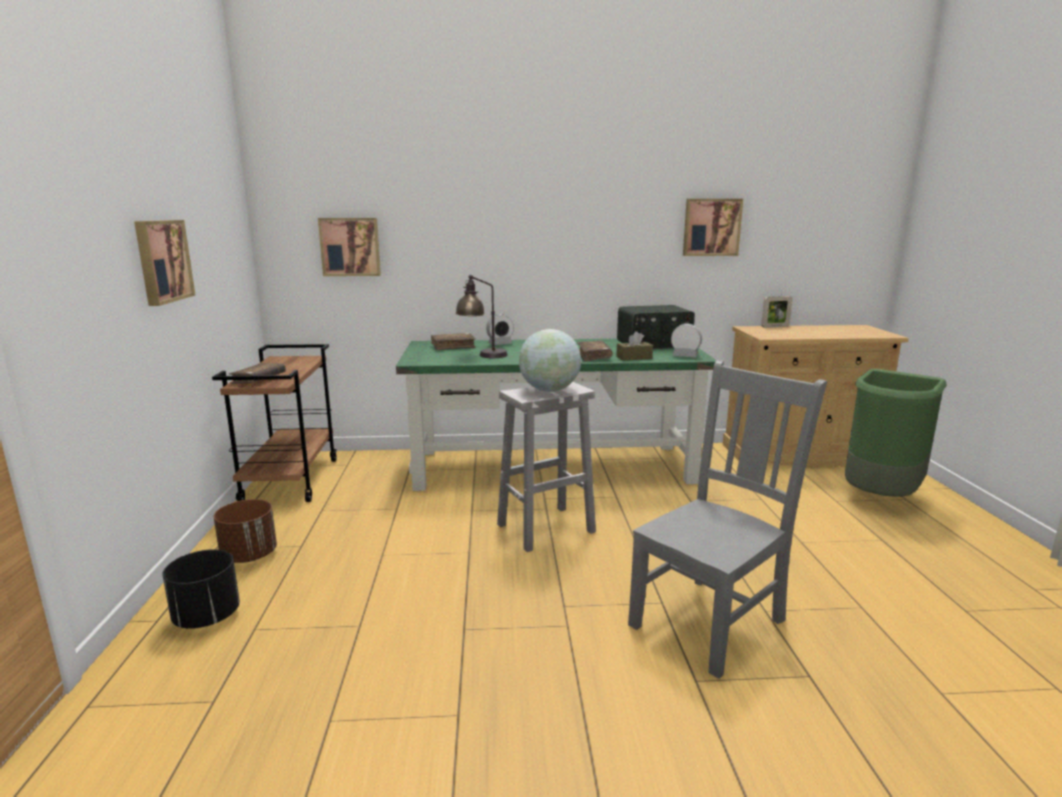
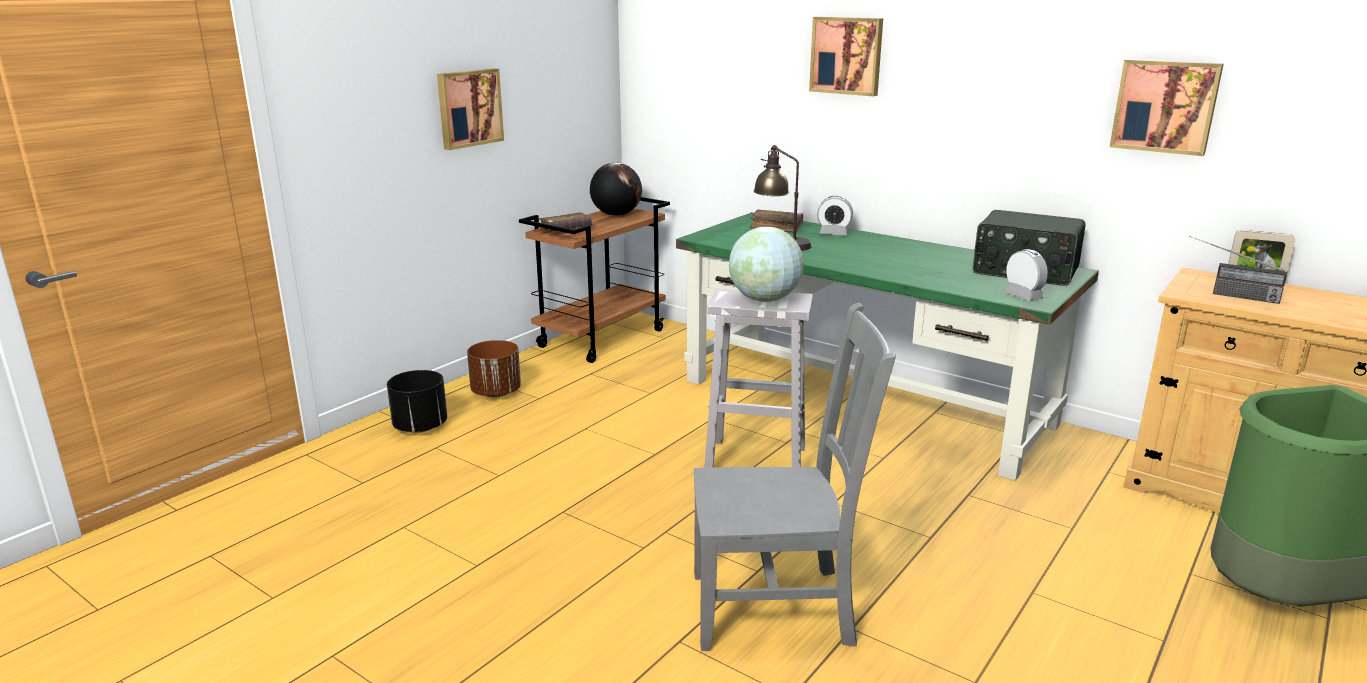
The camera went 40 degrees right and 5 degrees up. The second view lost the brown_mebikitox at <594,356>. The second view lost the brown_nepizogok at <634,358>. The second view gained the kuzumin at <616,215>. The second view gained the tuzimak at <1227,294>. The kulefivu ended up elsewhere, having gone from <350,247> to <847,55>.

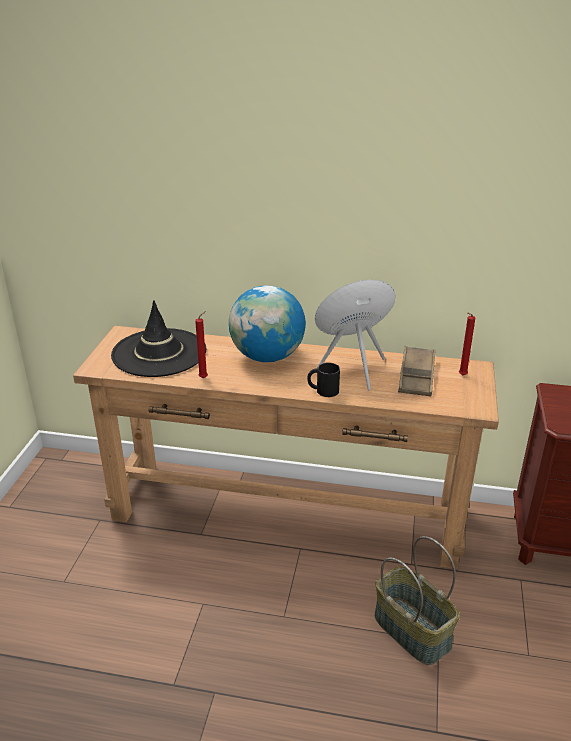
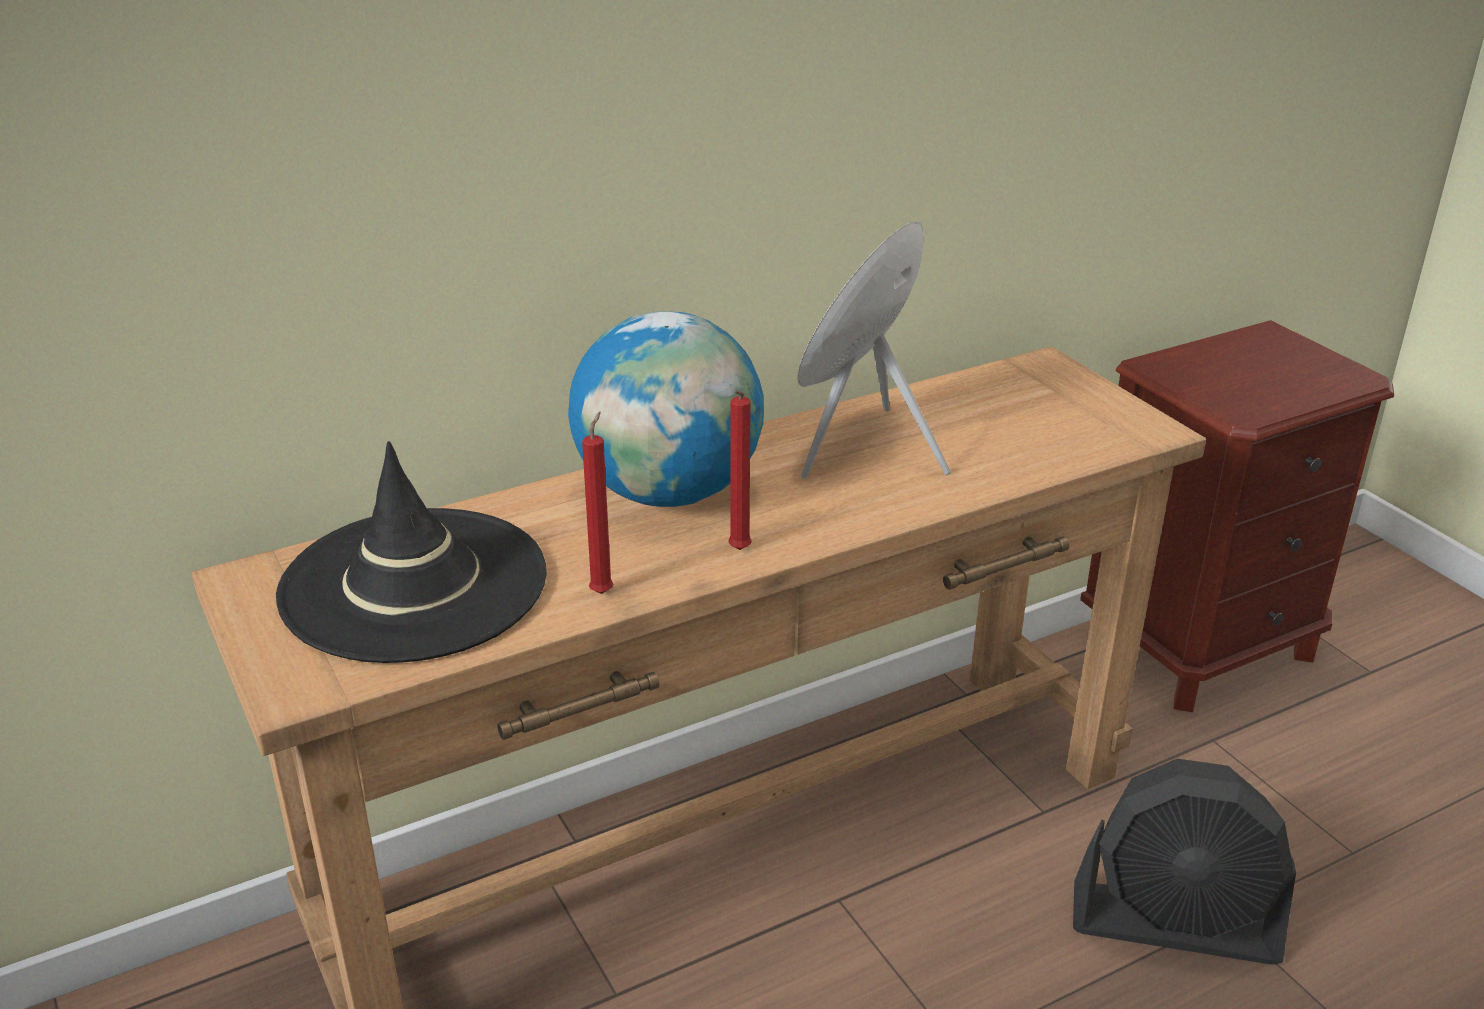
The camera went 40 degrees left and 0 degrees up. The second view lost the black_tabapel at <323,390>. The second view lost the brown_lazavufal at <416,376>. The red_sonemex ended up elsewhere, having gone from <461,375> to <738,552>. Where the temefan stood at <413,631>, the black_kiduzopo came to stand at <1175,925>.

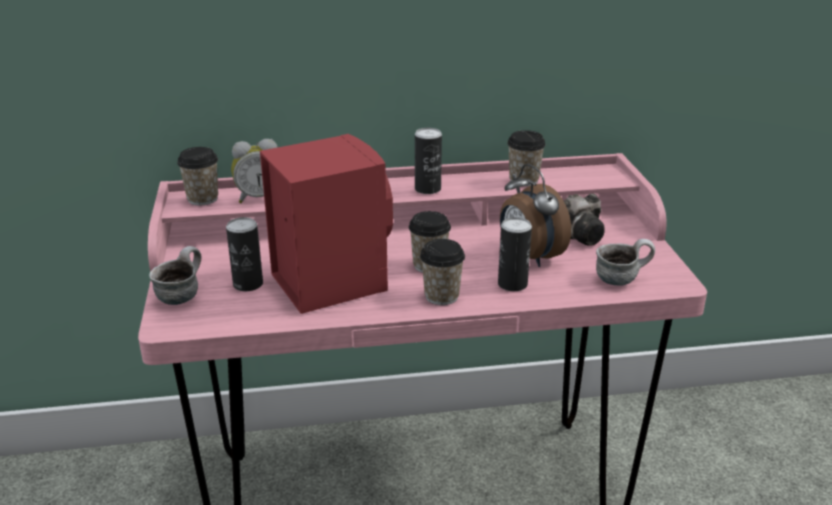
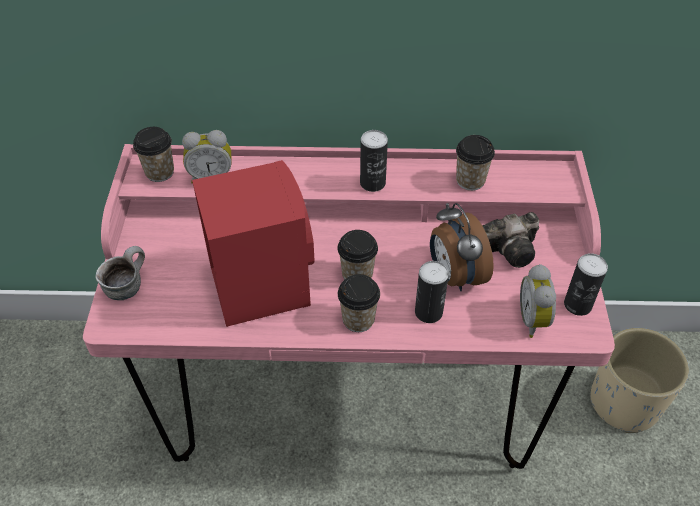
The camera went 10 degrees right and 20 degrees up. The second view gained the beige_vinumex at <623,403>. The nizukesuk ended up elsewhere, having gone from <248,284> to <577,305>. Where the tabapel stood at <621,279>, the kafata came to stand at <534,320>.

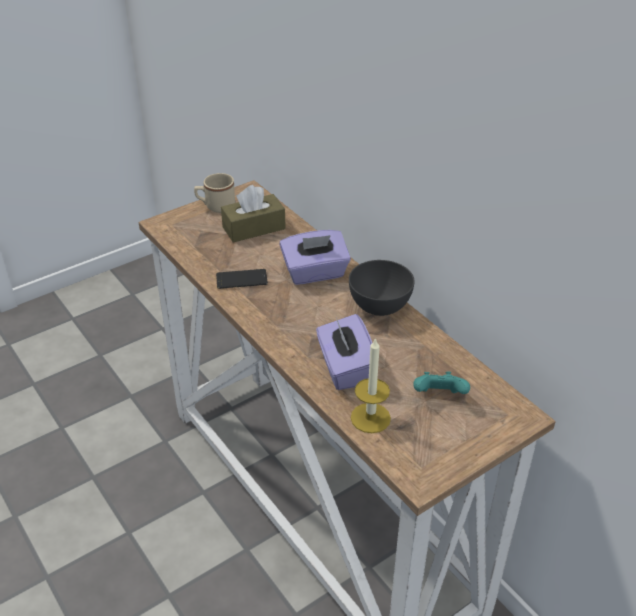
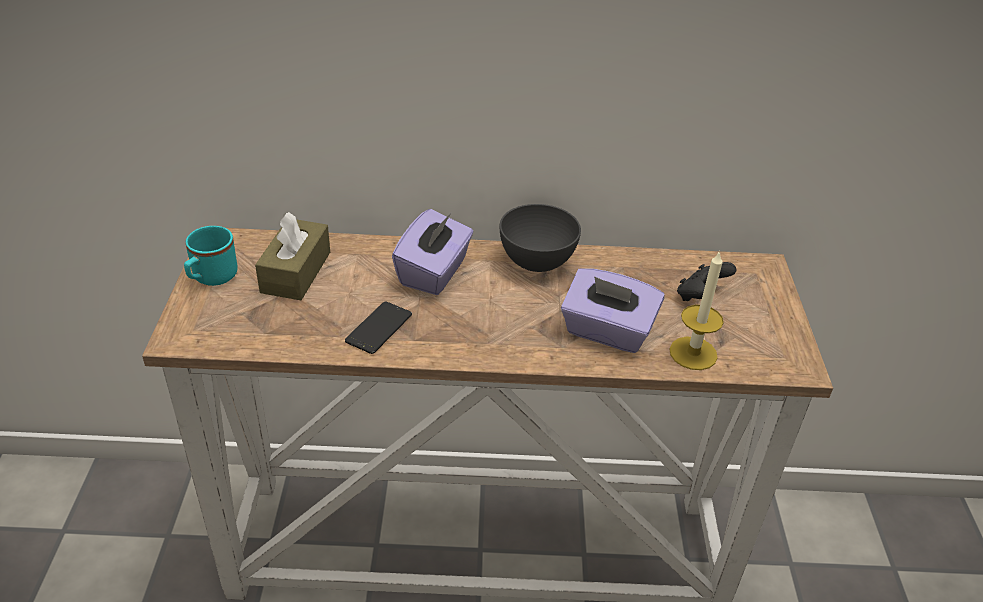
The camera went 55 degrees left and 0 degrees up. What was the beige_tabapel at <216,206> turned into the turquoise_tabapel at <211,278>. What was the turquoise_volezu at <439,396> turned into the black_volezu at <700,296>.

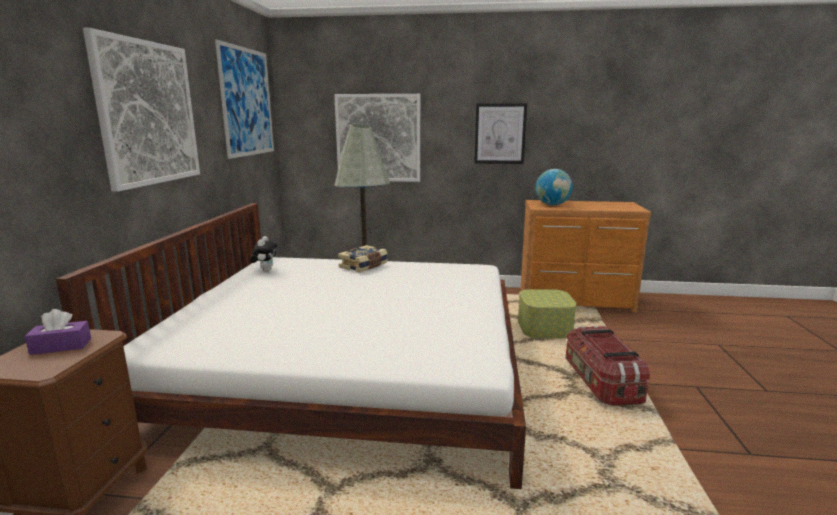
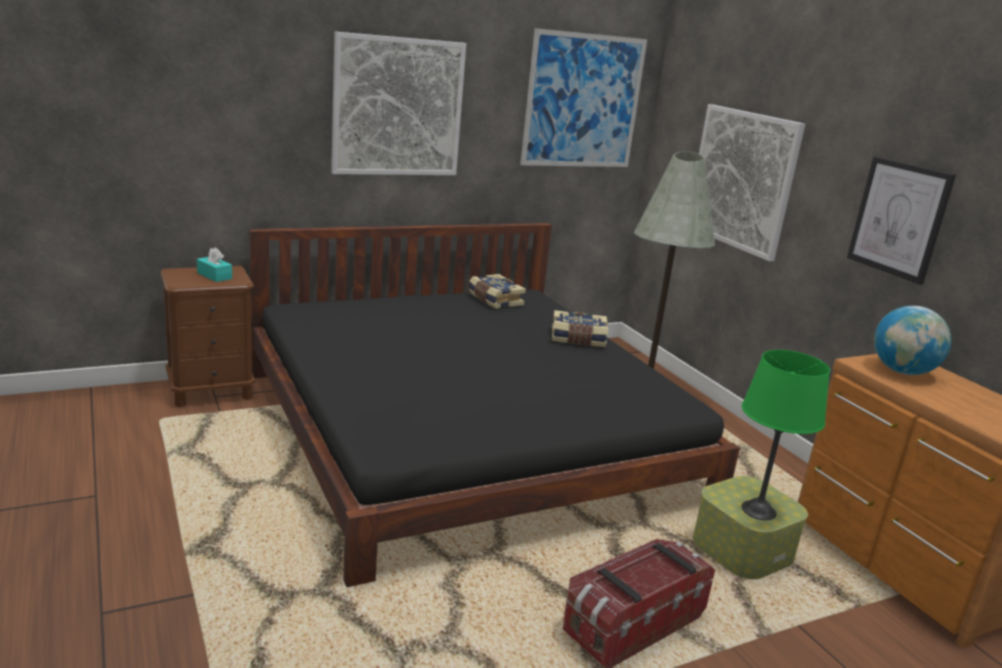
The camera went 55 degrees right and 5 degrees up. The second view gained the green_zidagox at <758,510>. Where the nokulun stood at <265,270>, the mebikitox came to stand at <494,300>. What was the purple_nepizogok at <61,346> turned into the turquoise_nepizogok at <214,276>. What was the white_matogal at <348,368> turned into the black_matogal at <465,433>.

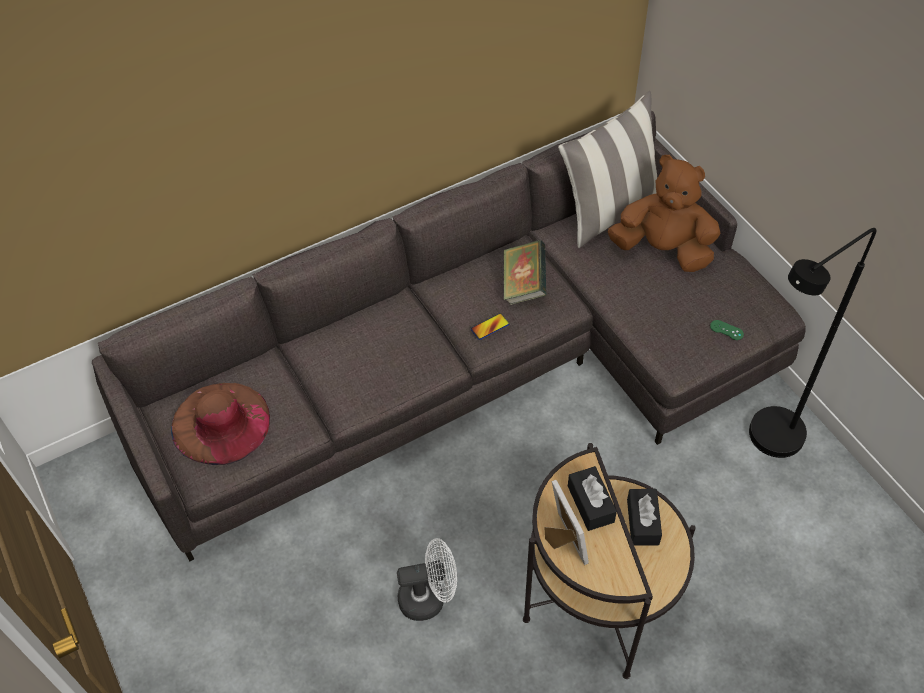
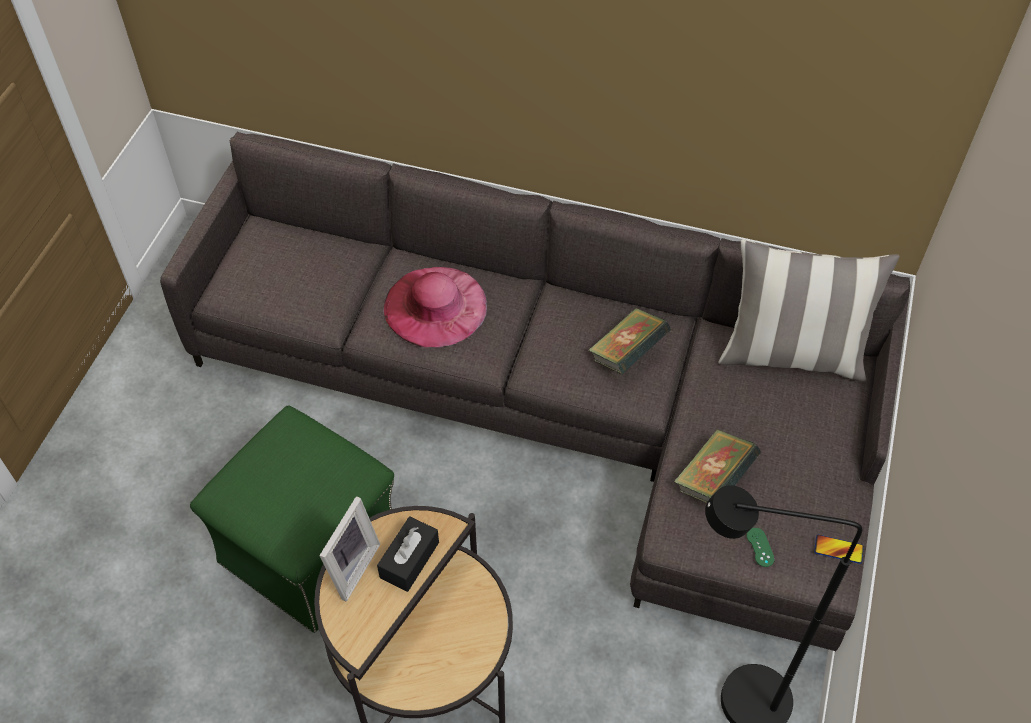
The camera went 45 degrees right and 0 degrees up. The second view lost the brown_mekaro at <221,423>. The second view lost the brown_nokulun at <663,249>. The second view lost the black_nepizogok at <642,522>. The second view gained the pink_mekaro at <435,306>. The second view gained the mebikitox at <713,480>. The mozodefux ended up elsewhere, having gone from <490,327> to <838,549>. Where the white_kiduzopo stood at <429,597>, the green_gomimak came to stand at <311,547>.

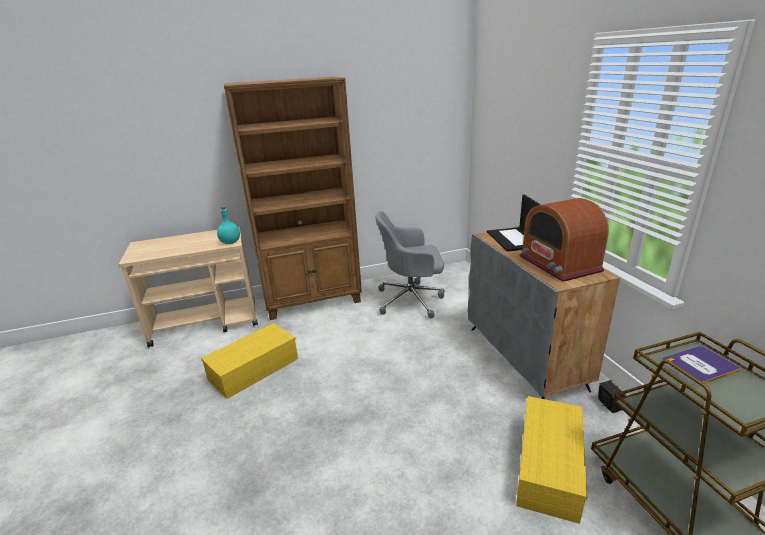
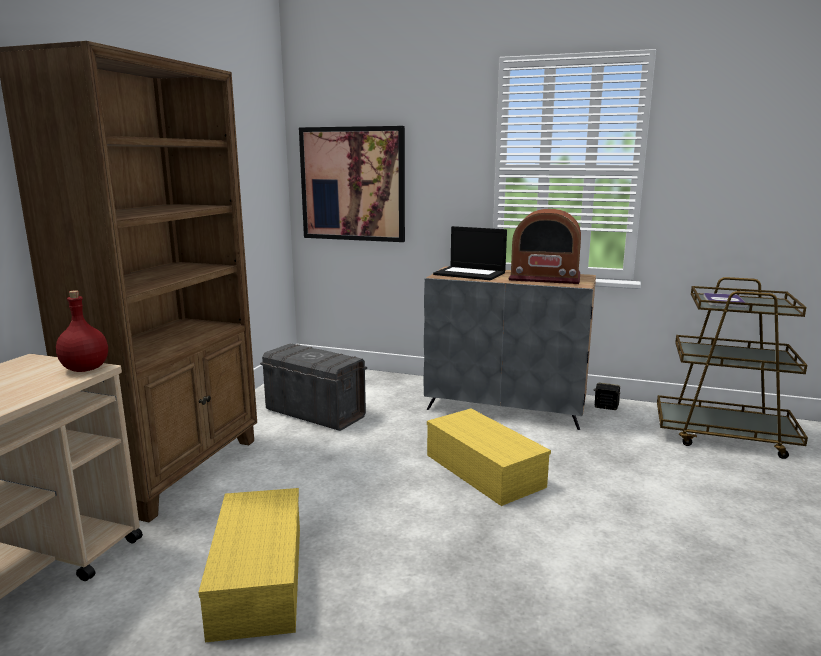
The camera went 55 degrees left and 10 degrees down. The second view gained the kulefivu at <352,184>. The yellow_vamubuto ended up elsewhere, having gone from <547,464> to <481,470>. Where the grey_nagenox stood at <412,300>, the grey_vamubuto came to stand at <315,413>. What was the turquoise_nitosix at <230,242> turned into the red_nitosix at <85,369>.

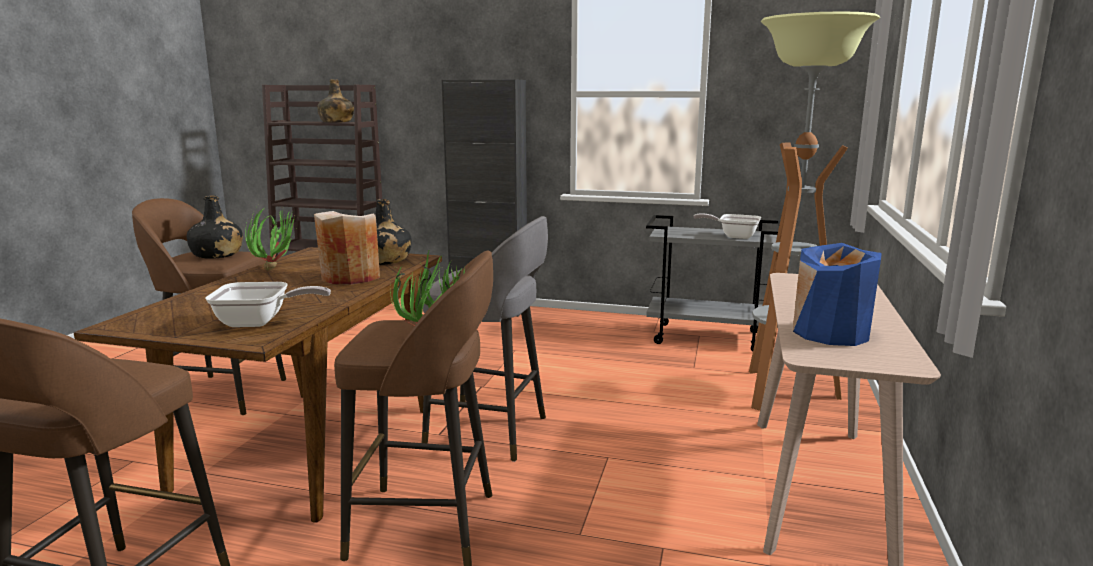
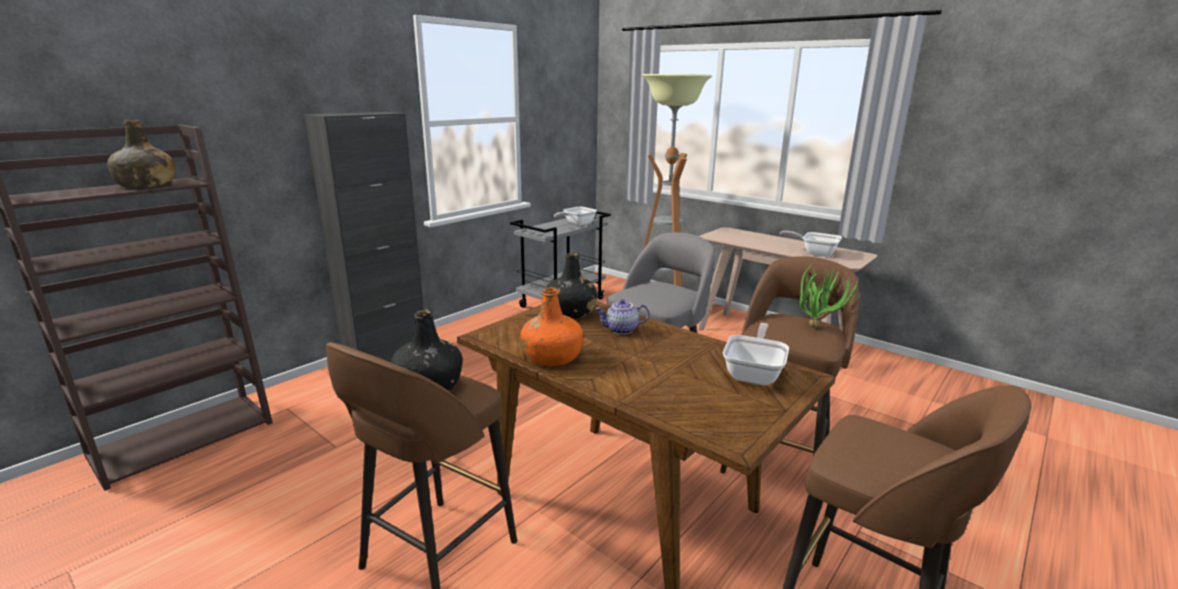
The camera went 65 degrees left and 5 degrees up. Where the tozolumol stood at <277,268>, the orange_nitosix came to stand at <552,357>. Where the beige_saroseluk stood at <350,277>, the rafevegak came to stand at <621,330>. Where the blue_saroseluk stood at <830,332>, the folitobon came to stand at <815,253>.

